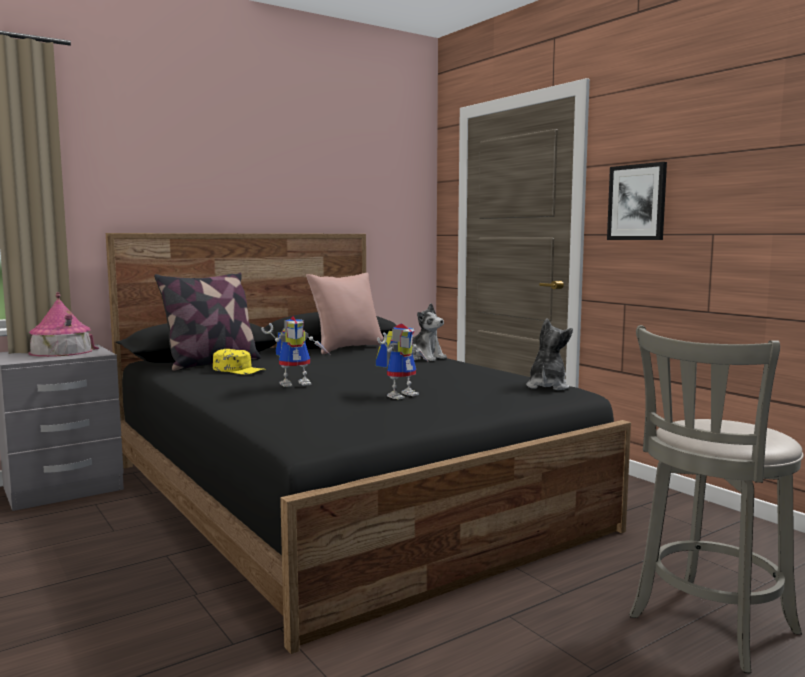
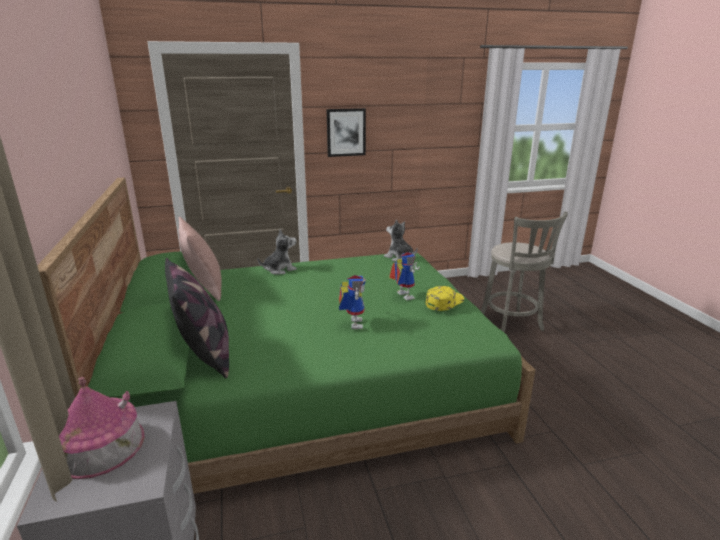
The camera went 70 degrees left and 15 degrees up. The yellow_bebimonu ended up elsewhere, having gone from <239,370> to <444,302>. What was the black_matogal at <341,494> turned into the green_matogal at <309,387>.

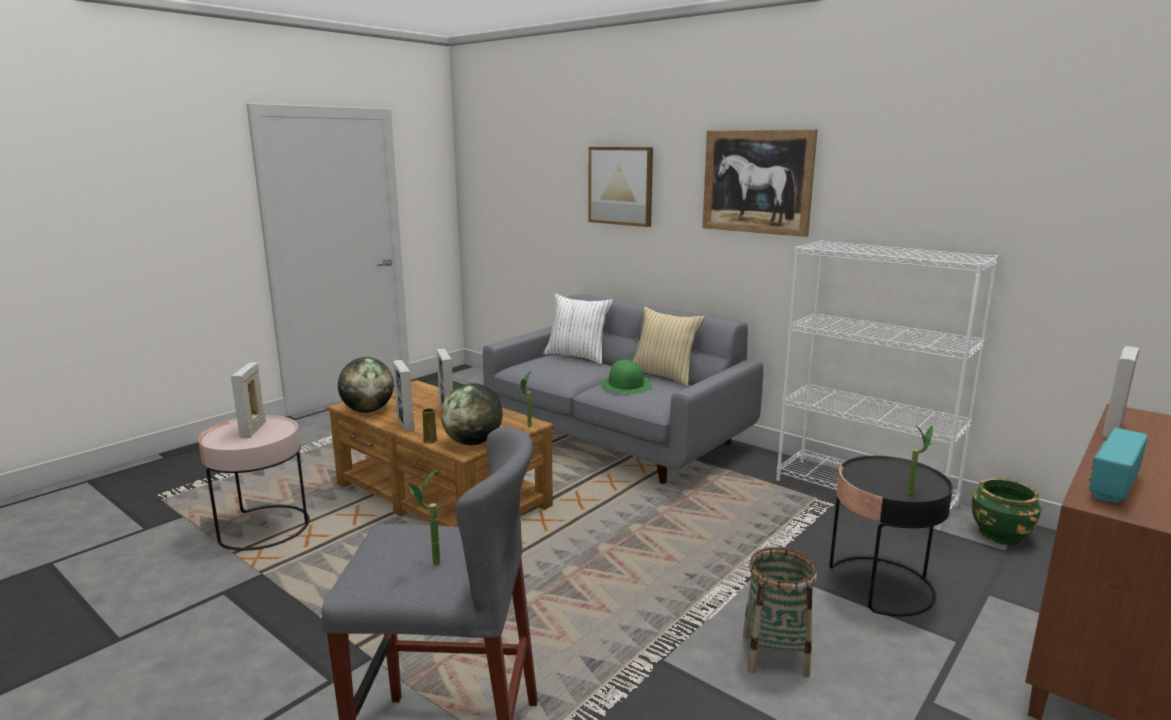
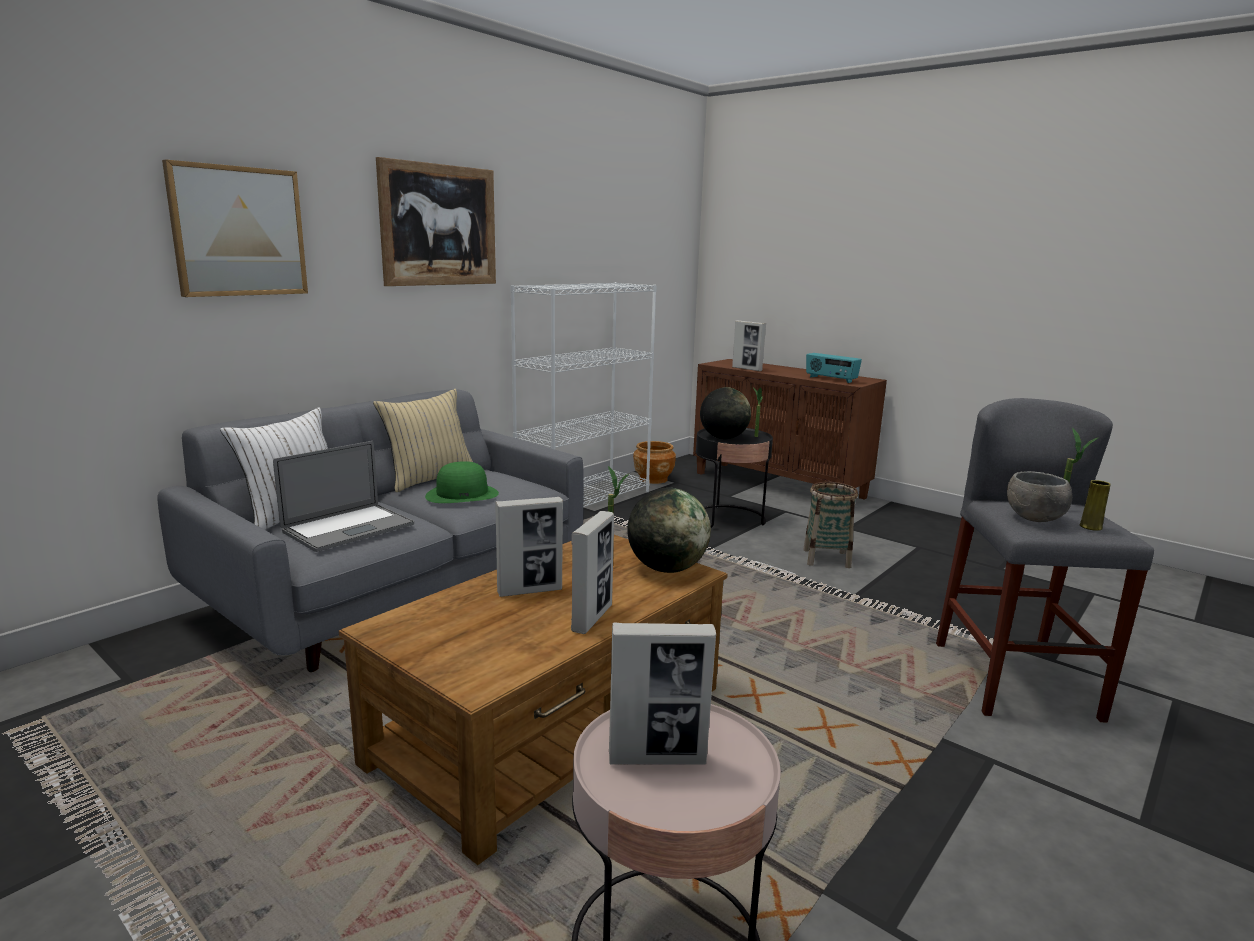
The camera went 90 degrees left and 0 degrees up. The second view gained the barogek at <348,528>. The second view gained the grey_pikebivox at <1034,519>. The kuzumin ended up elsewhere, having gone from <368,410> to <723,438>. The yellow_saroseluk ended up elsewhere, having gone from <430,440> to <1090,527>. What was the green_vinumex at <1000,534> turned into the brown_vinumex at <653,479>. The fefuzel at <405,424> ended up facing another way, 45 degrees counterclockwise from before.

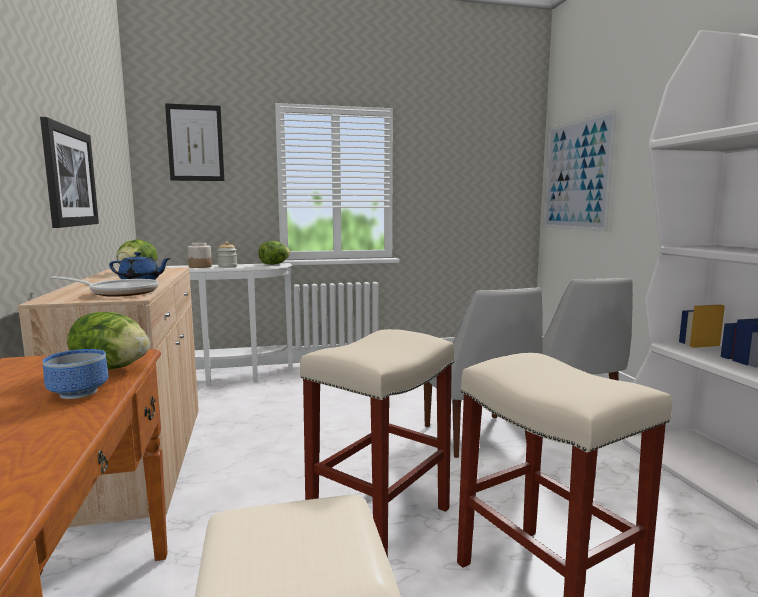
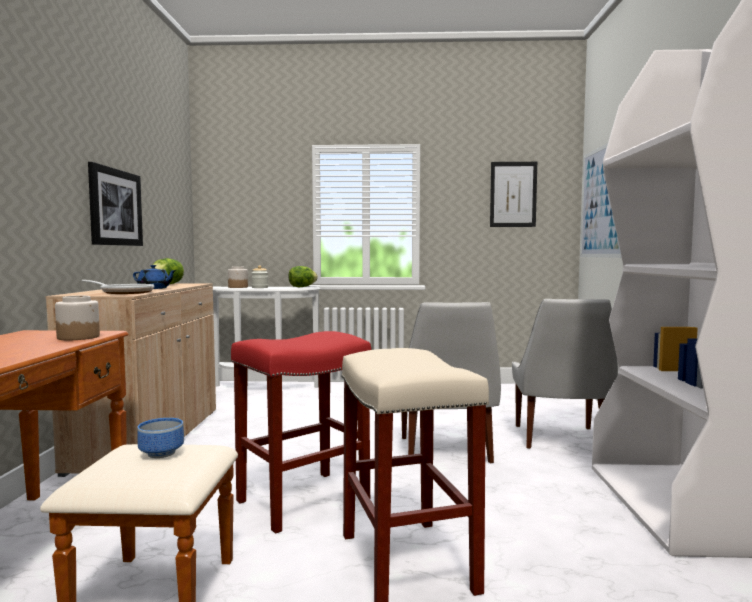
The camera went 15 degrees right and 5 degrees down. The pikebivox ended up elsewhere, having gone from <81,392> to <163,452>. The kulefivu ended up elsewhere, having gone from <195,143> to <513,194>. Where the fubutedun stood at <111,368>, the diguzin came to stand at <78,337>. What was the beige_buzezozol at <380,522> turned into the red_buzezozol at <302,501>.

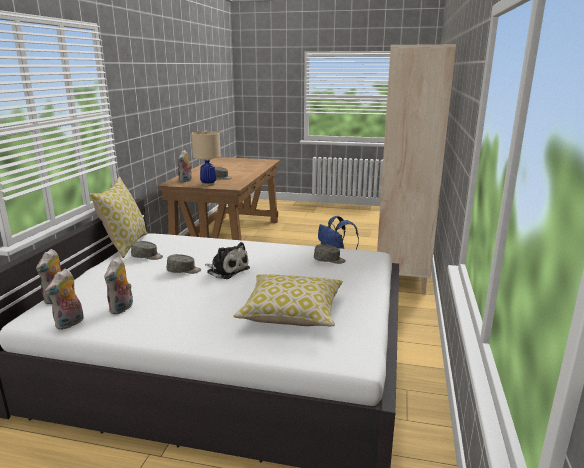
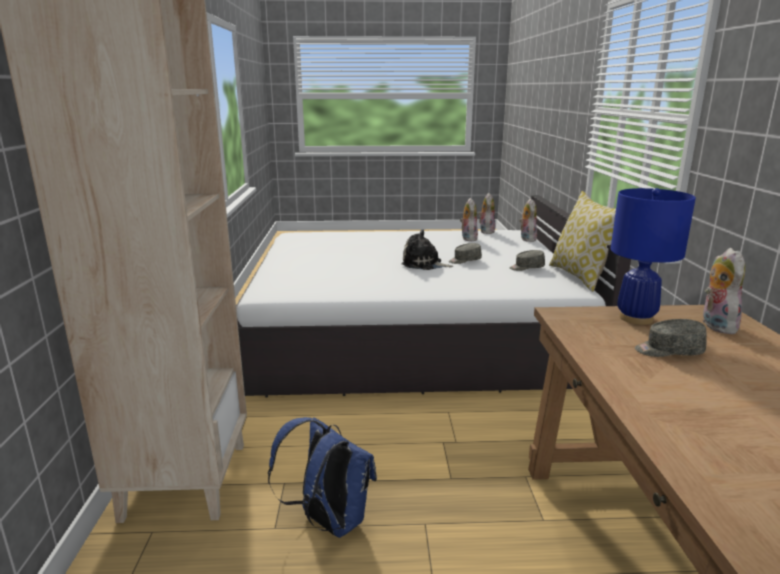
The camera went 165 degrees right and 0 degrees up. The second view lost the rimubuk at <292,313>. The second view lost the grey_bebimonu at <329,260>. What was the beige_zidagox at <208,184> turned into the blue_zidagox at <635,318>.

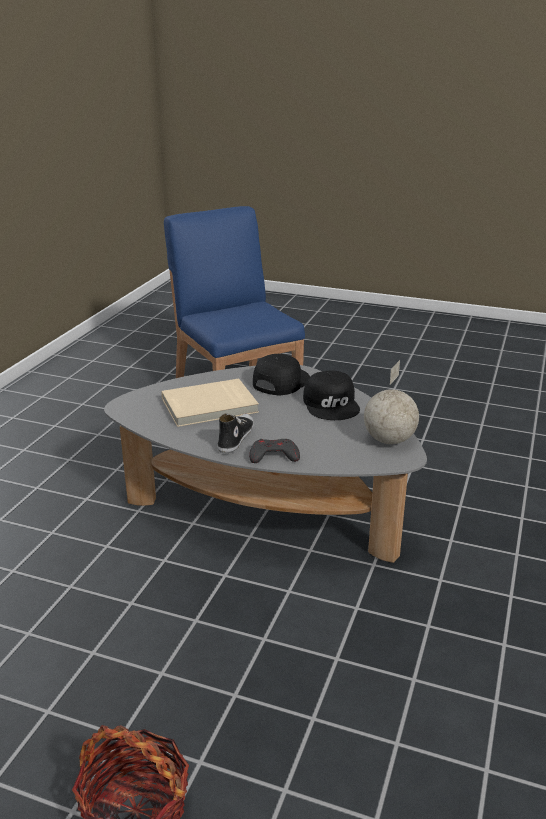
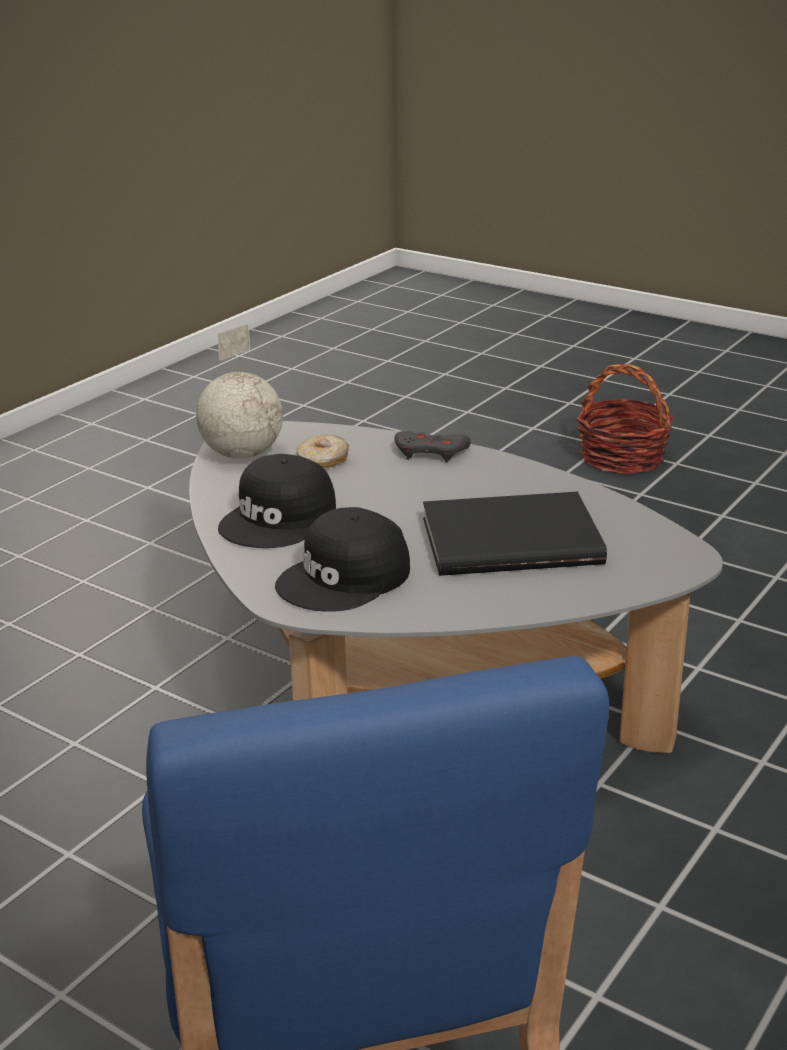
The camera went 165 degrees left and 0 degrees up. The second view lost the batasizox at <235,438>. The second view gained the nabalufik at <323,460>. What was the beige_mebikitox at <210,406> turned into the black_mebikitox at <510,539>. The black_bebimonu at <332,404> ended up facing another way, 150 degrees counterclockwise from before.

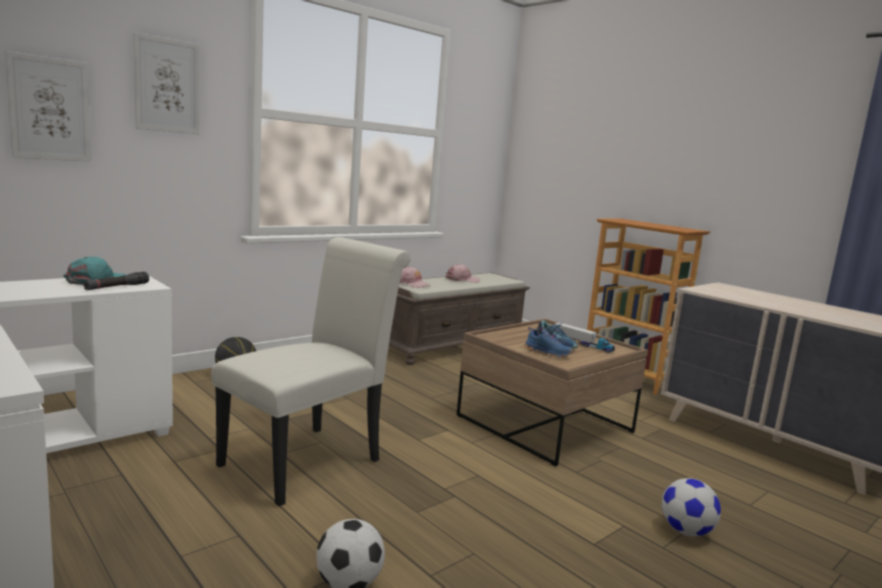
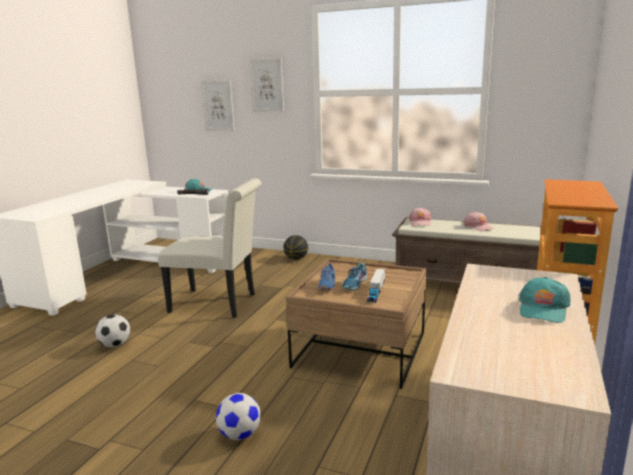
The camera went 65 degrees right and 5 degrees up. The second view gained the turquoise_bebimonu at <543,309>.

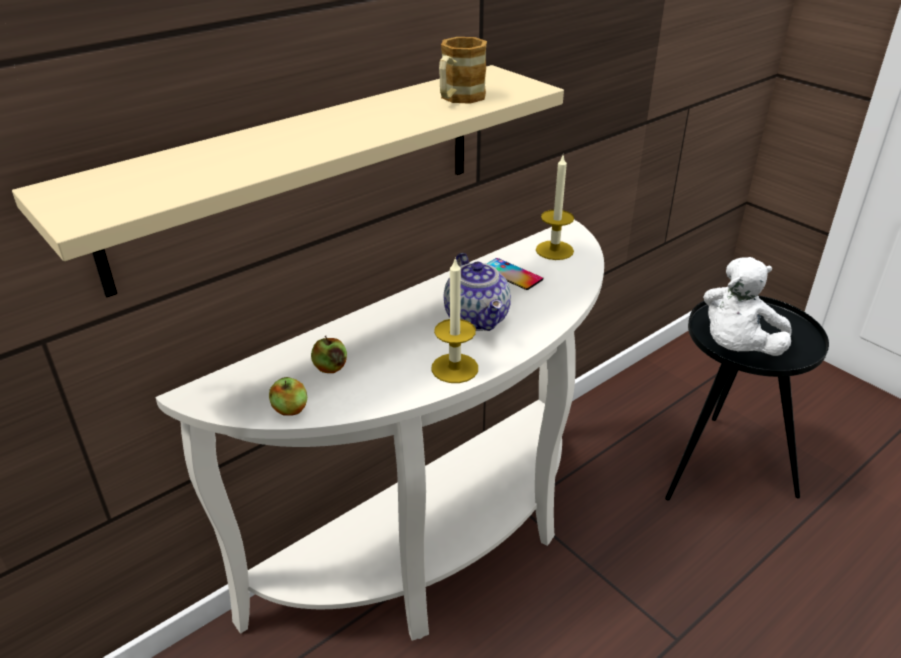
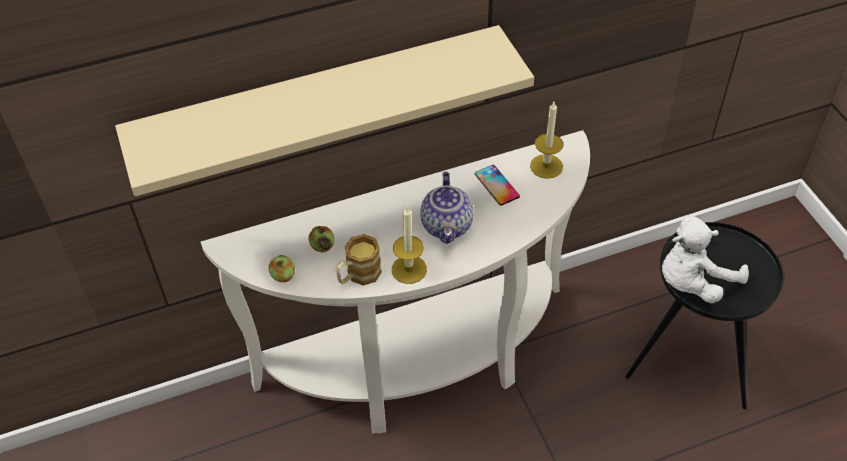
The camera went 20 degrees right and 15 degrees up. The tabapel ended up elsewhere, having gone from <458,99> to <358,275>.

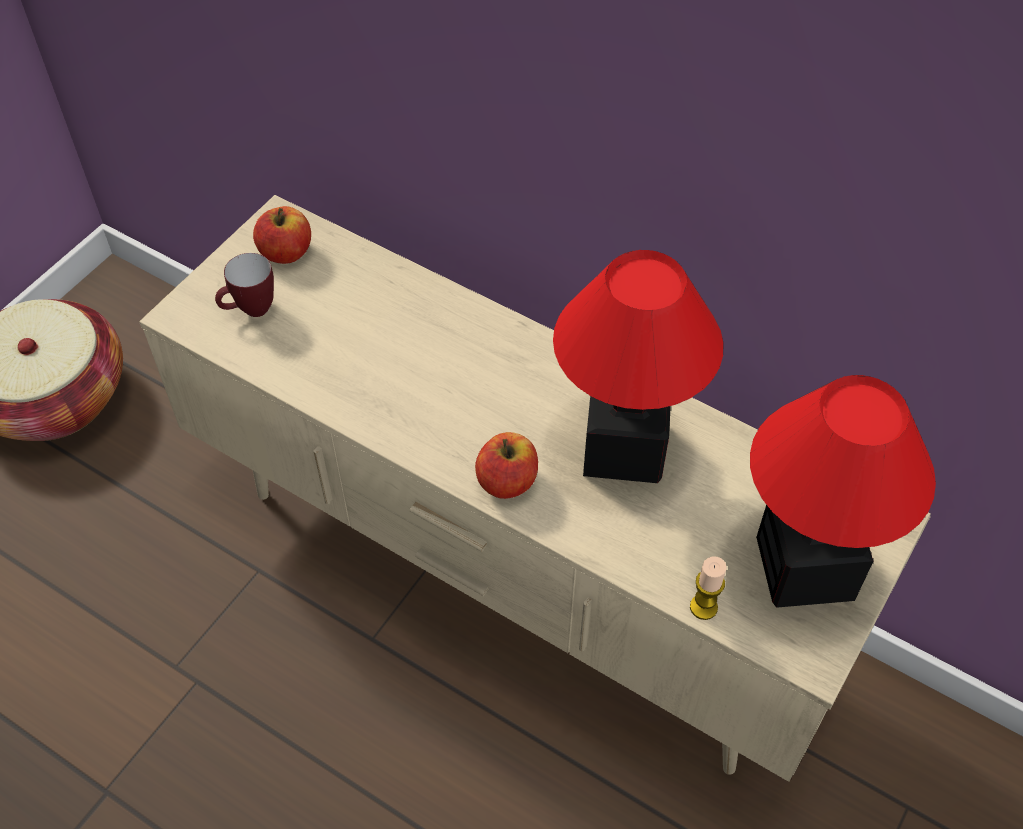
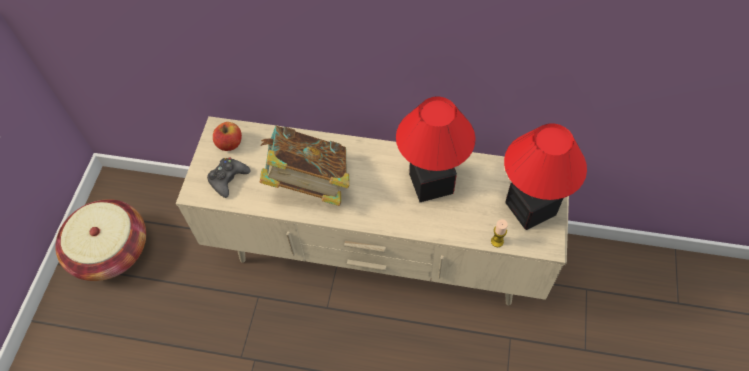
The camera went 20 degrees left and 5 degrees up. The second view lost the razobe at <507,481>. The second view gained the mebikitox at <308,182>. Where the tabapel stood at <250,311>, the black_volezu came to stand at <228,179>.

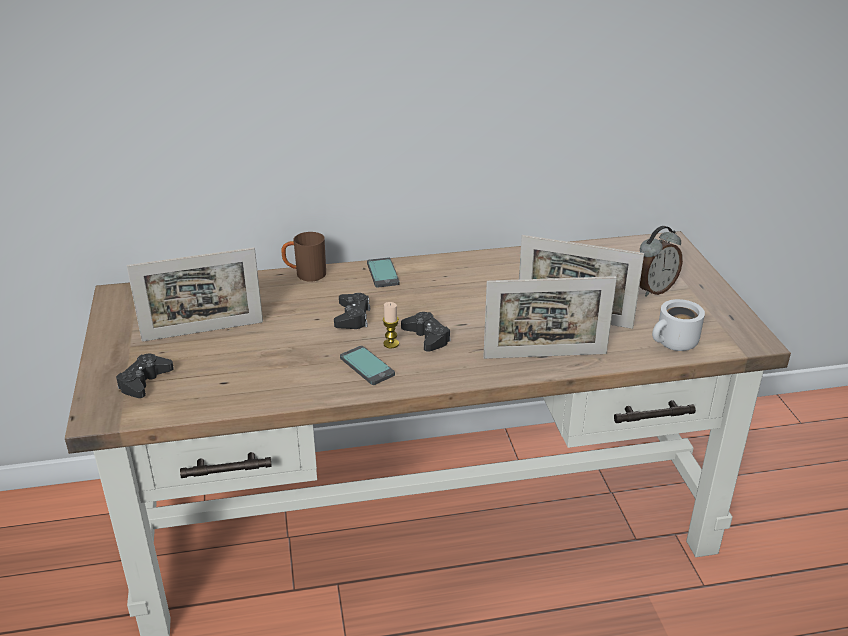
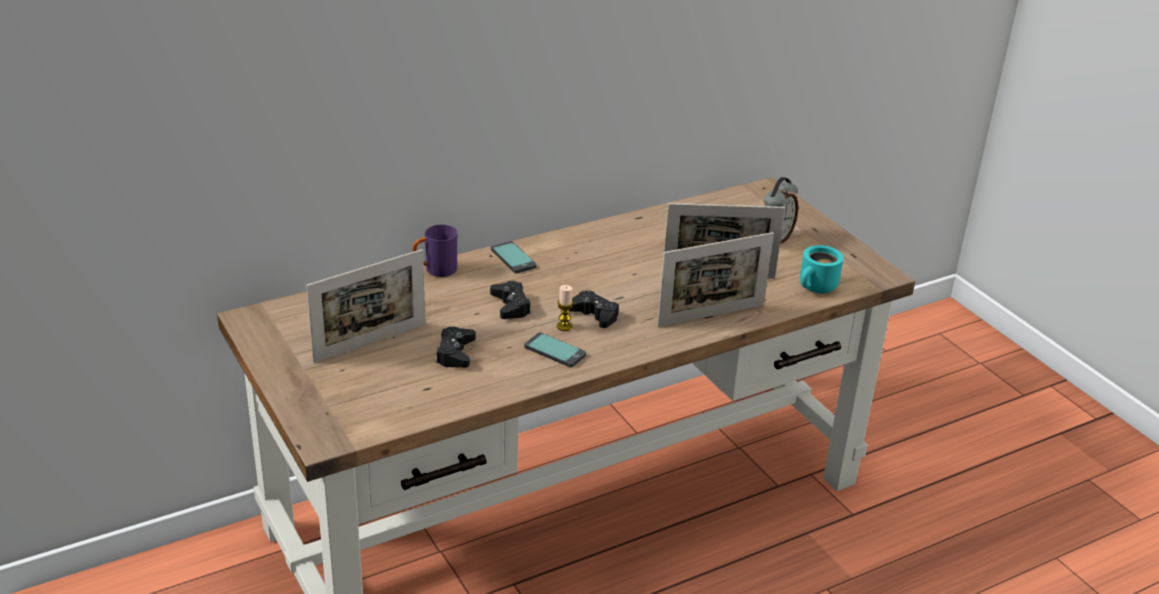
The camera went 20 degrees left and 0 degrees up. The black_volezu ended up elsewhere, having gone from <144,381> to <455,353>. What was the brown_tabapel at <305,275> turned into the purple_tabapel at <435,270>. What was the white_tabapel at <674,344> turned into the turquoise_tabapel at <817,288>.

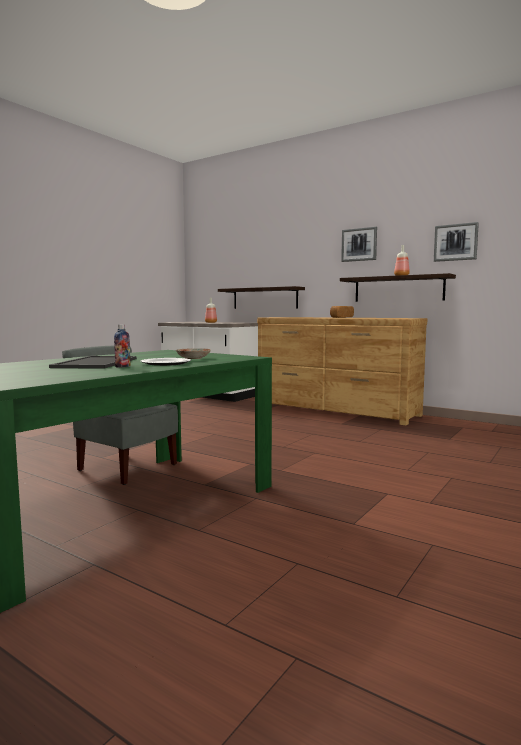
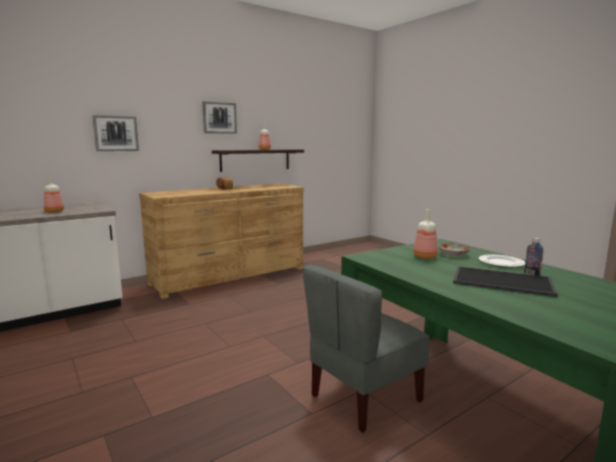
The camera went 70 degrees left and 5 degrees up. The second view lost the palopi at <265,298>. The second view gained the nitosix at <425,257>. The kulefivu ended up elsewhere, having gone from <455,242> to <116,133>.

